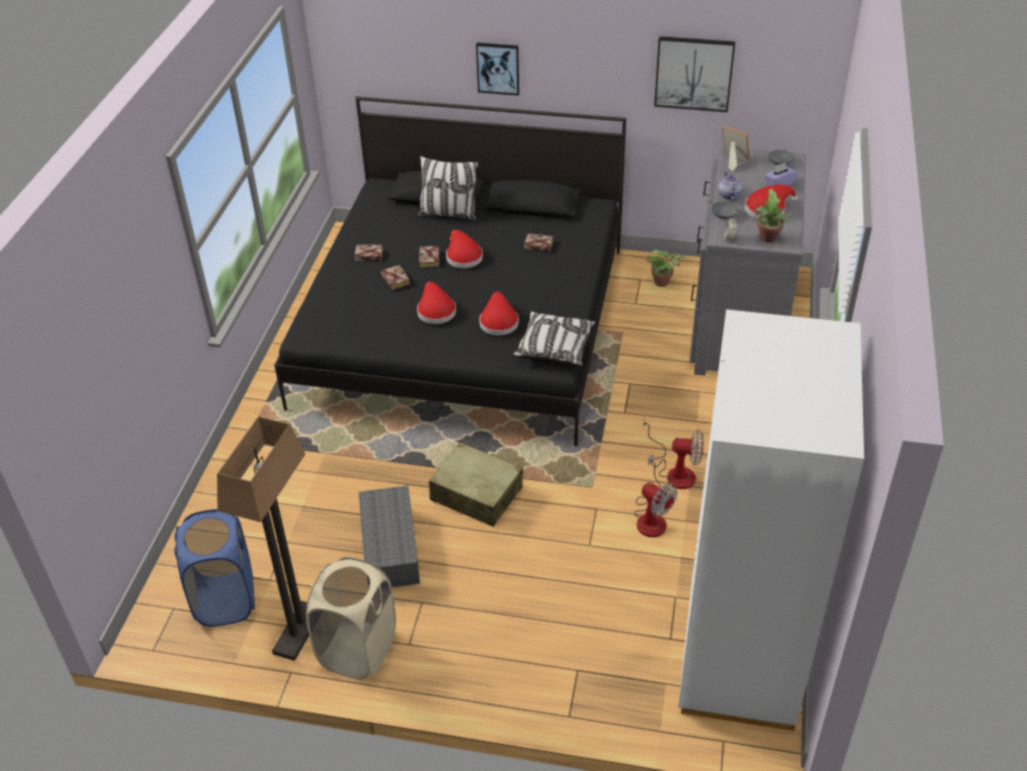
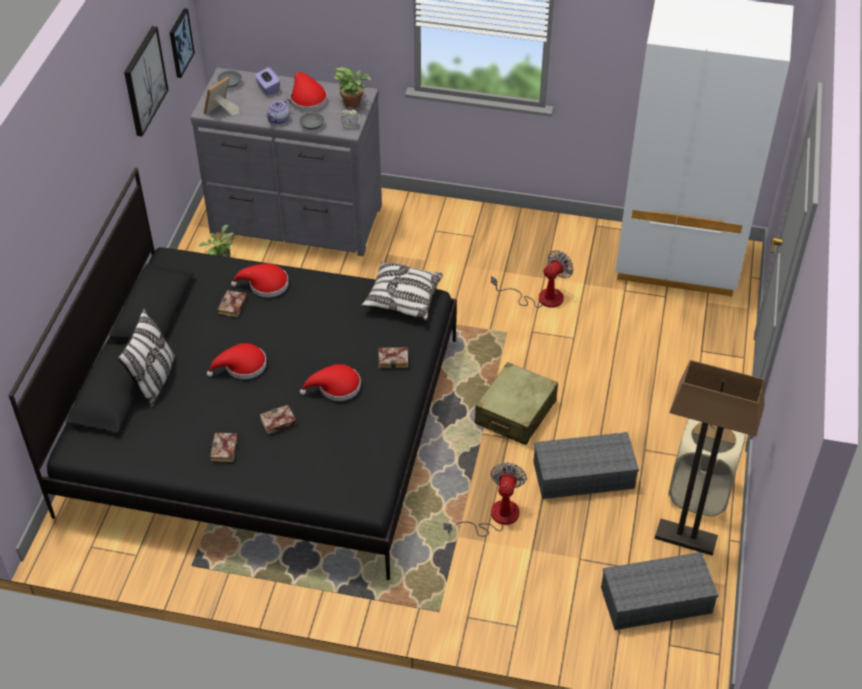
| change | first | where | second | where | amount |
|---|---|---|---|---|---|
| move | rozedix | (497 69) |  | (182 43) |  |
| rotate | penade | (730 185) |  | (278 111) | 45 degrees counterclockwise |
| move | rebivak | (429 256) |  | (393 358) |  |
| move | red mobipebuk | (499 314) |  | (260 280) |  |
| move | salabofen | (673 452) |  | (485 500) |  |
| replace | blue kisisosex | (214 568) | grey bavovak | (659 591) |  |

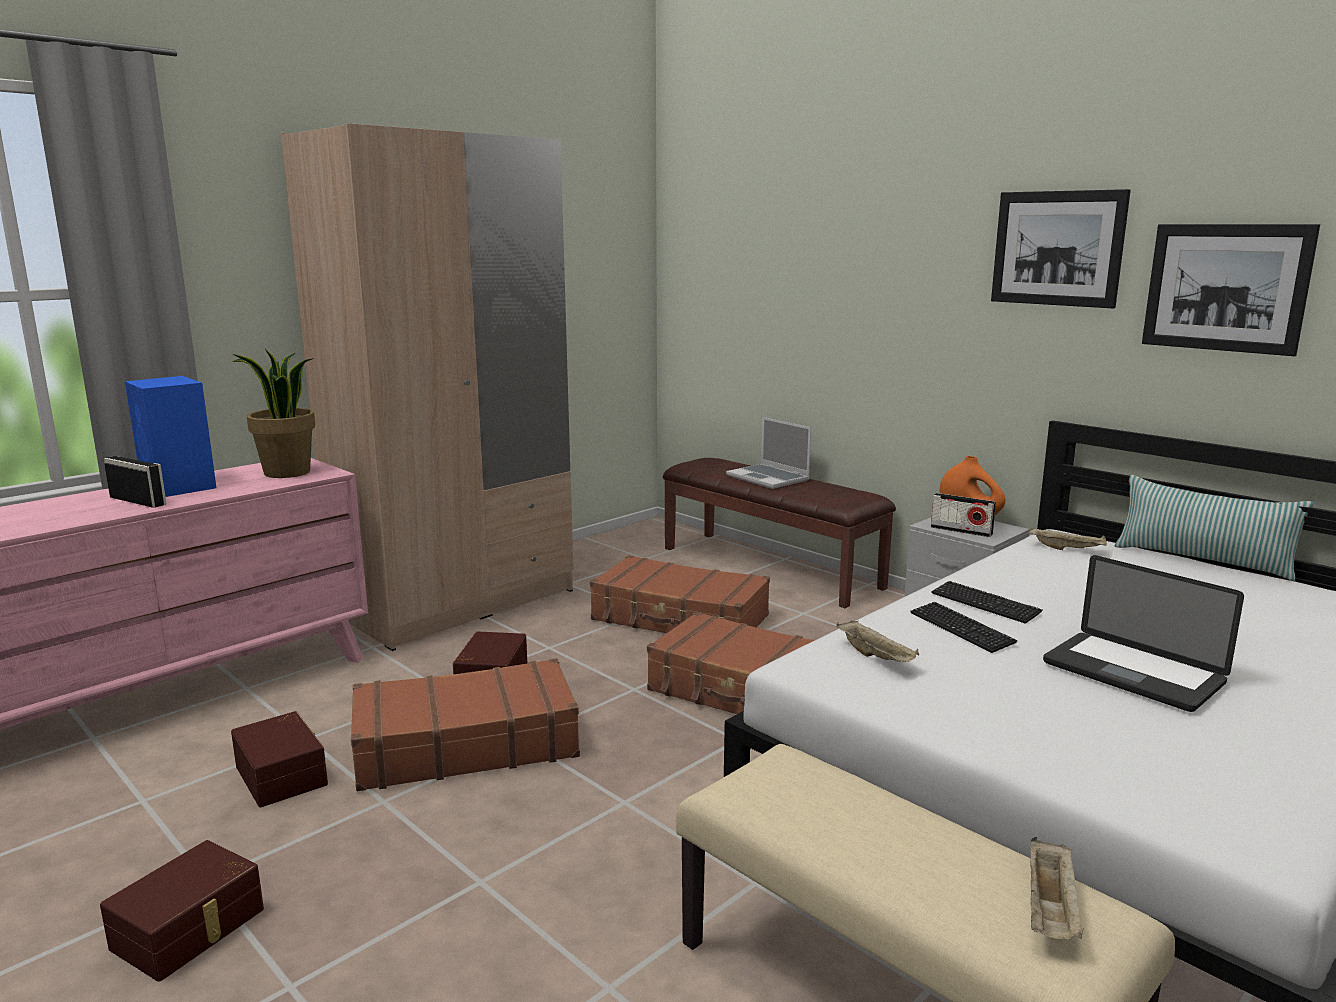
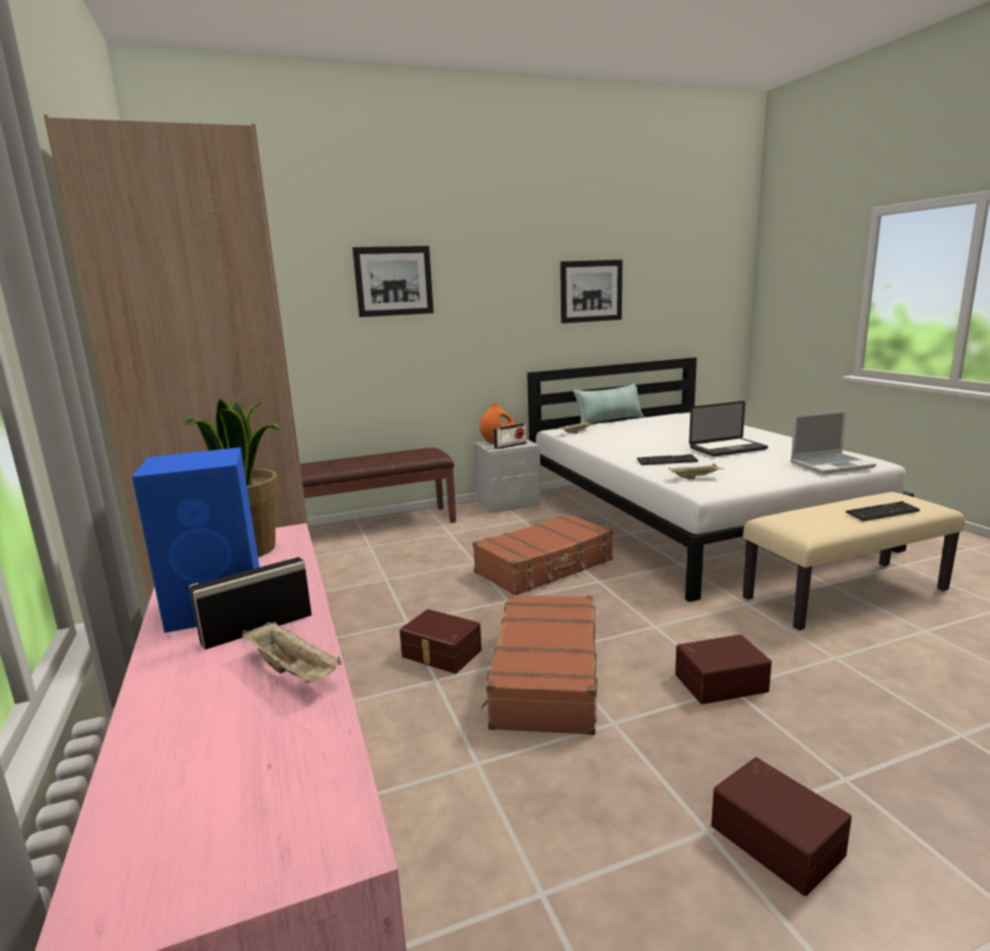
| change | first | where | second | where | amount |
|---|---|---|---|---|---|
| move | rozedix | (1061 248) |  | (393 281) |  |
| move | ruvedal | (768 453) |  | (833 442) |  |
| delete | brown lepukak | (680 594) |  |  |  |
| move | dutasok | (987 602) |  | (882 511) |  |
| move | brown bavovak | (279 759) |  | (723 669) |  |
| move | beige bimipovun | (1056 888) |  | (292 652) |  |

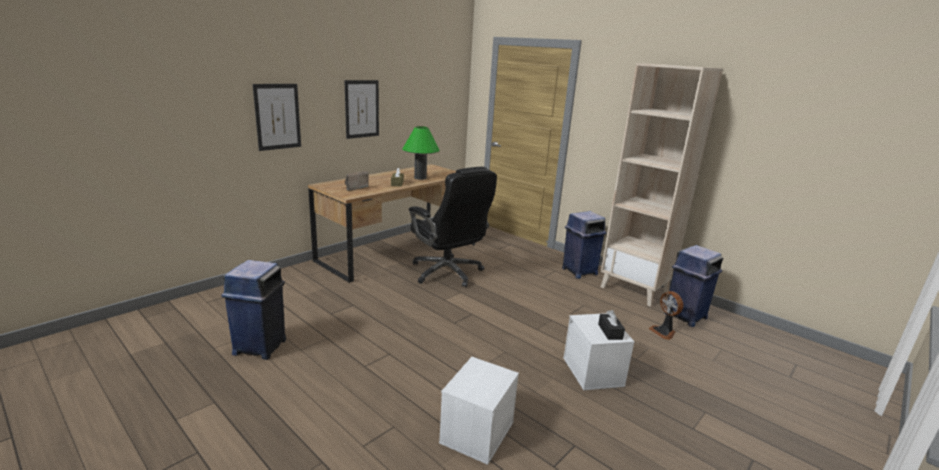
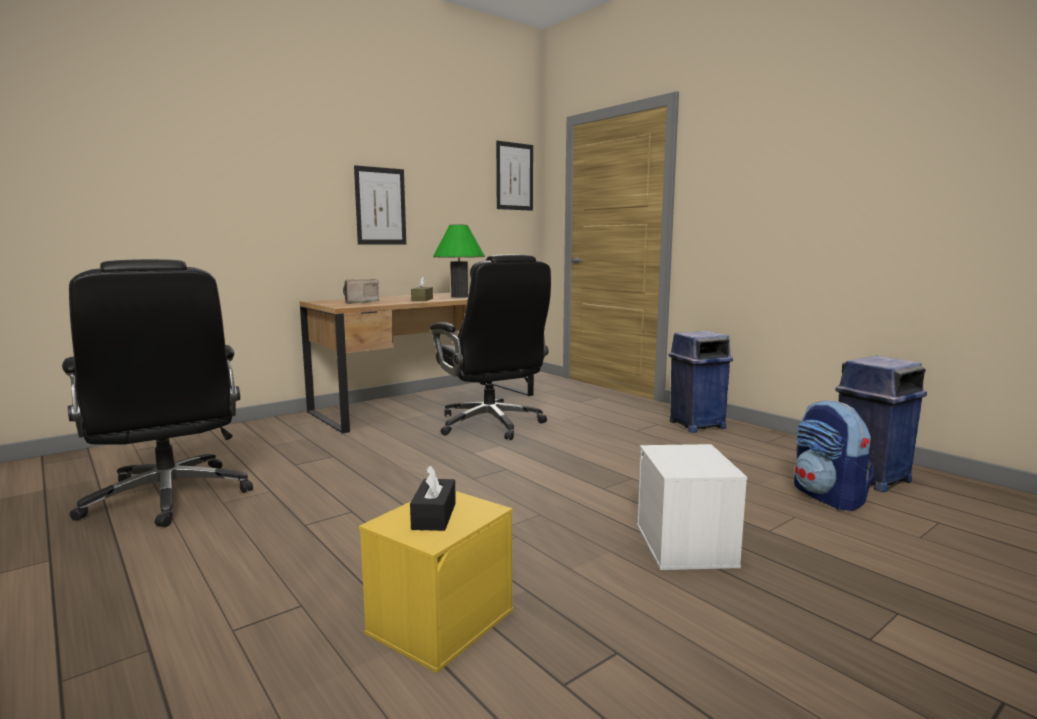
| change | first | where | second | where | amount |
|---|---|---|---|---|---|
| delete | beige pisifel | (662 185) |  |  |  |
| move | rozedix | (277 117) |  | (514 176) |  |
| replace | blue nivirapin | (253 310) | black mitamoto | (157 393) |  |
| replace | salabofen | (666 315) | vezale | (834 455) |  |
| move | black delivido | (611 325) |  | (433 498) |  |
| recolor | white bavovak | (479 411) | yellow bavovak | (436 582) |  |

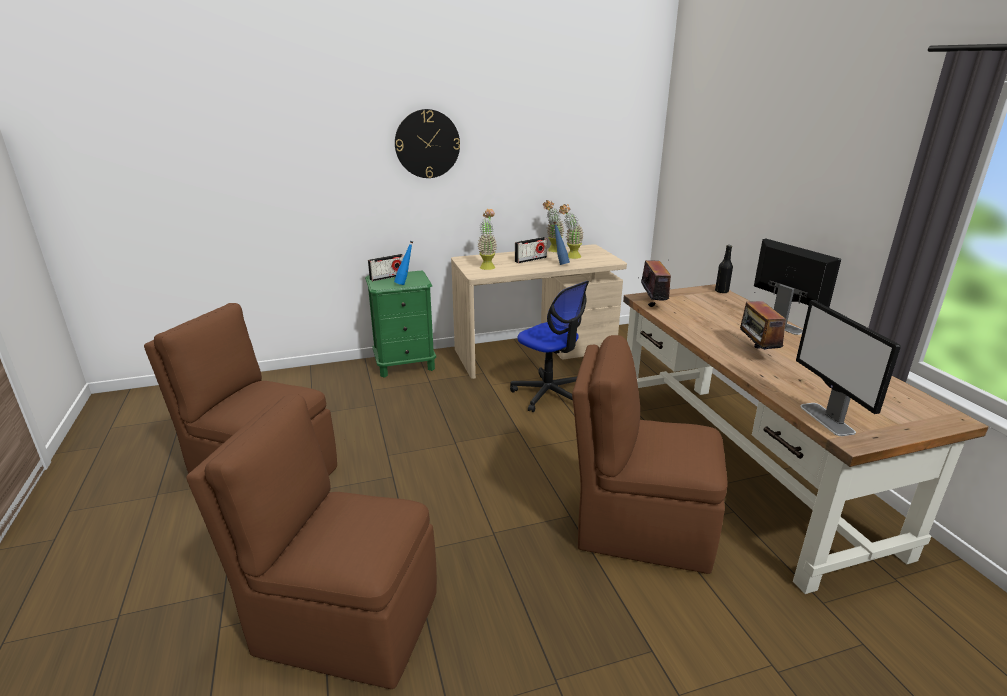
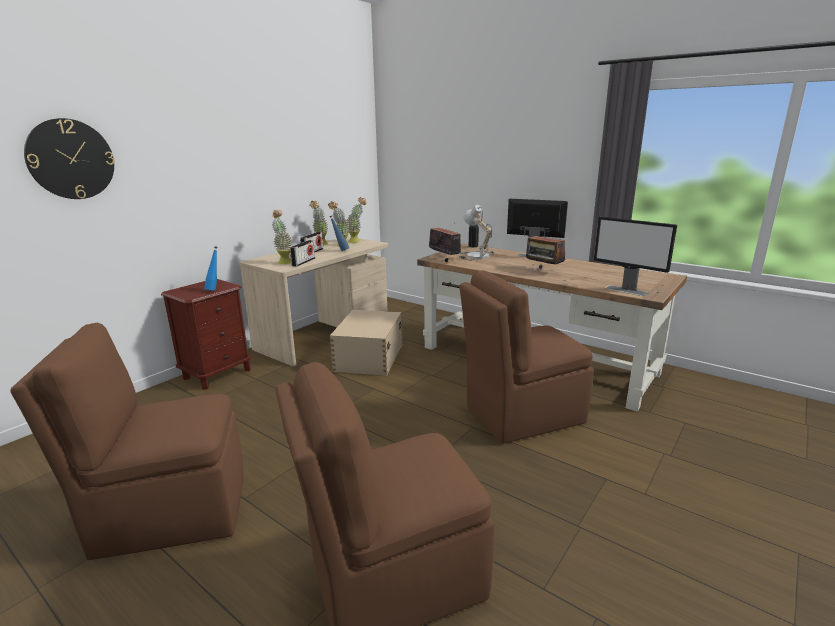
| change | first | where | second | where | amount |
|---|---|---|---|---|---|
| move | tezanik | (427 143) |  | (69 158) |  |
| move | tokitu | (386 267) |  | (302 253) |  |
| recolor | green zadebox | (400 324) | brown zadebox | (206 334) |  |
| replace | mitamoto | (549 346) | beige bavovak | (366 343) |  |
| insert |  |  | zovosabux | (357 220) |  |
| insert |  |  | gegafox | (475 233) |  |

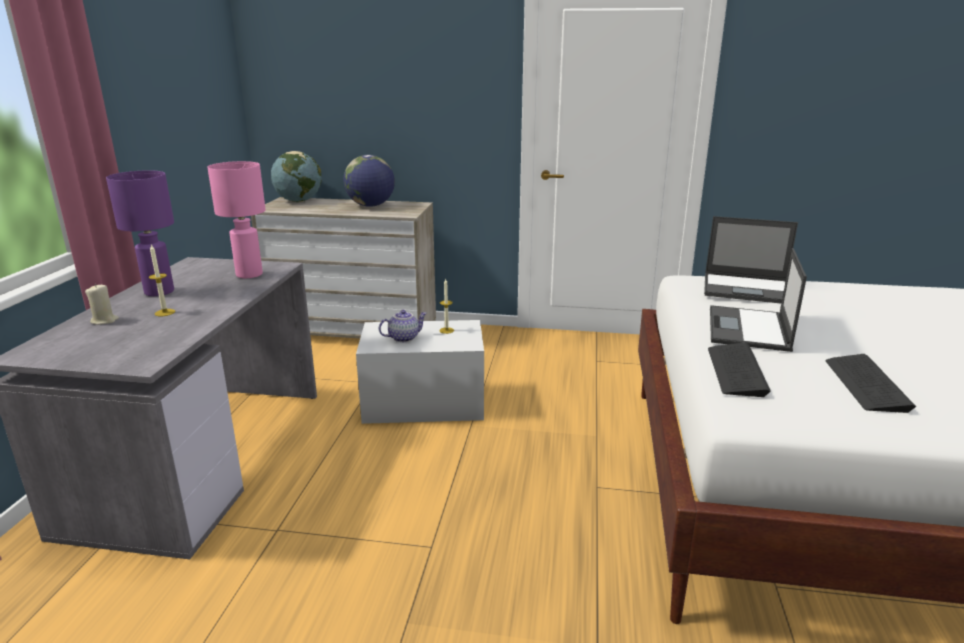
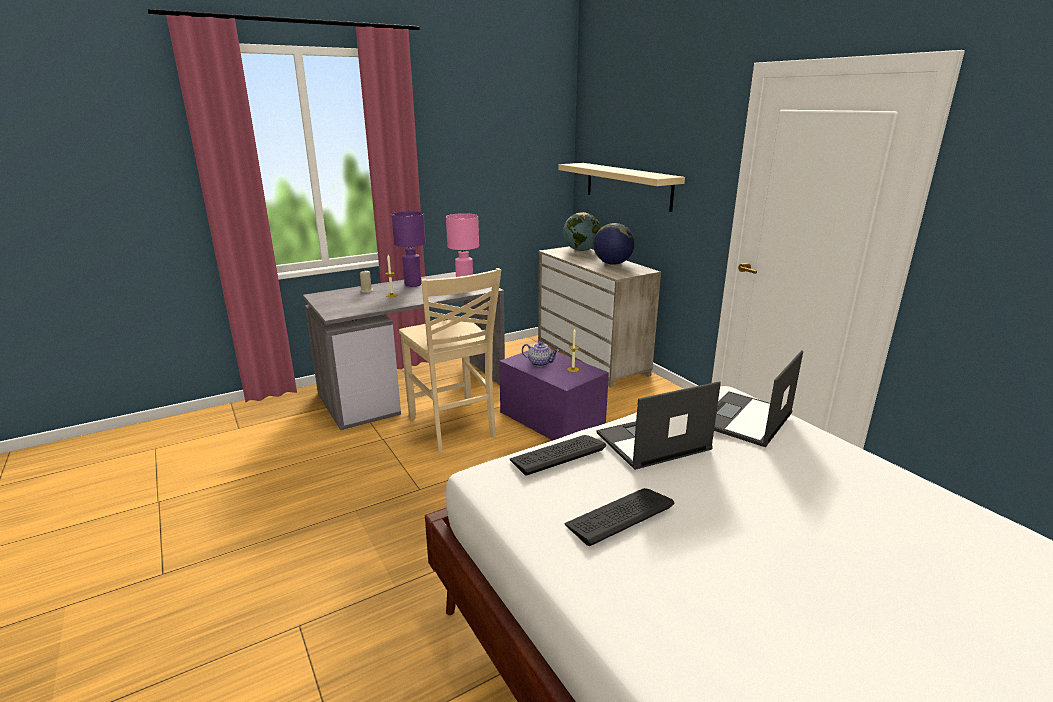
| change | first | where | second | where | amount |
|---|---|---|---|---|---|
| rotate | ruvedal | (751 260) |  | (758 398) | 60 degrees clockwise |
| recolor | white bavovak | (420 372) | purple bavovak | (554 395) |  |
| insert |  |  | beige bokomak | (622 187) |  |
| insert |  |  | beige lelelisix | (450 360) |  |

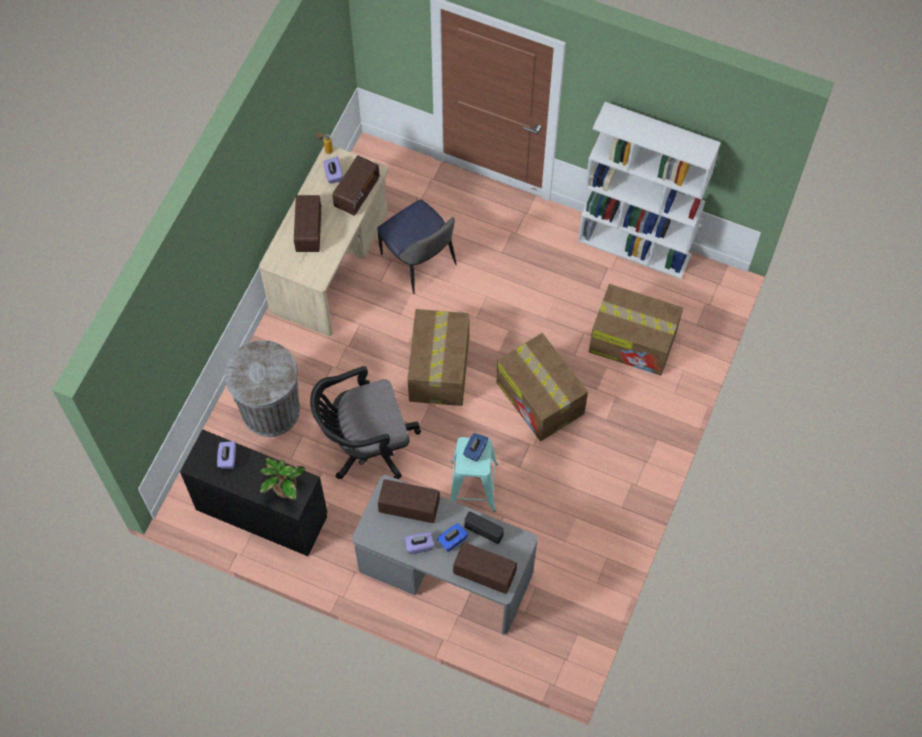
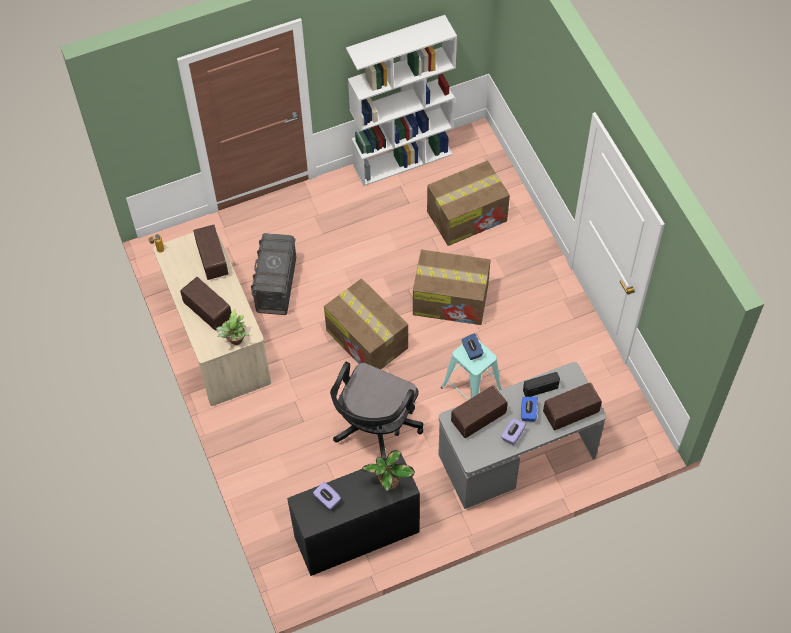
| change | first | where | second | where | amount |
|---|---|---|---|---|---|
| delete | purple delivido | (333 170) |  |  |  |
| replace | lelelisix | (417 247) | grey bavovak | (273 274) |  |
| delete | grey nivirapin | (262 388) |  |  |  |
| insert |  |  | zovosabux | (233 327) |  |

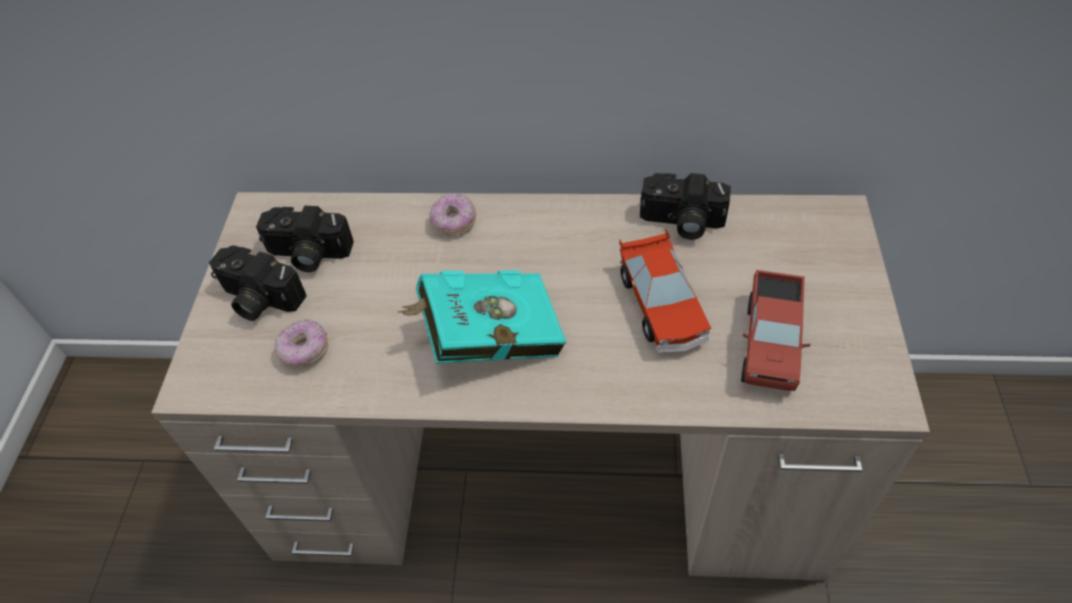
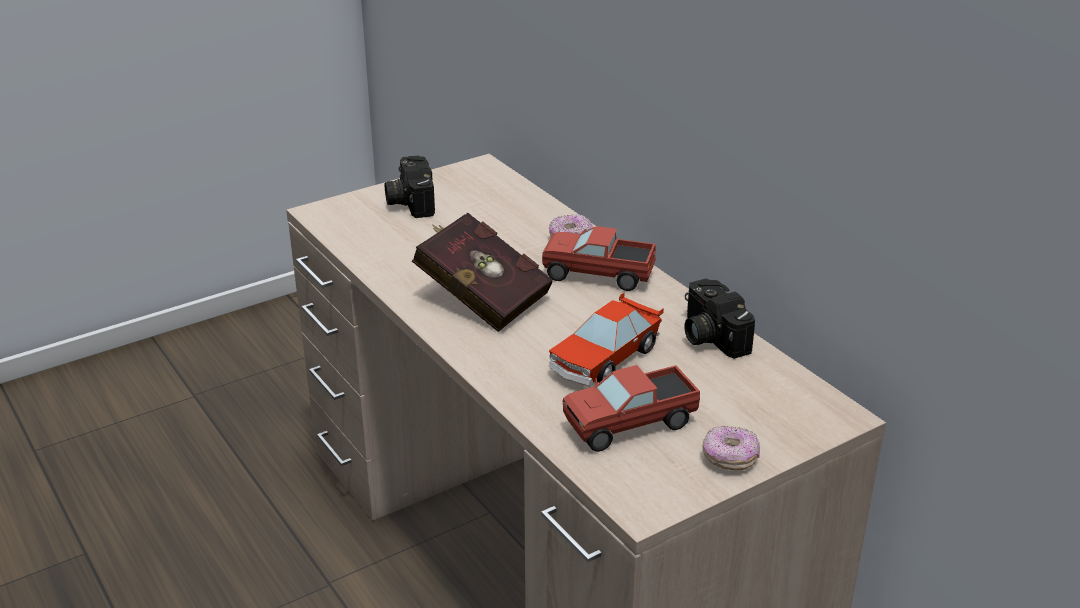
| change | first | where | second | where | amount |
|---|---|---|---|---|---|
| delete | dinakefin | (305 239) |  |  |  |
| recolor | turquoise rebivak | (482 317) | red rebivak | (482 272) |  |
| move | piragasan | (301 343) |  | (731 448) |  |
| insert |  |  | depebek | (599 258) |  |

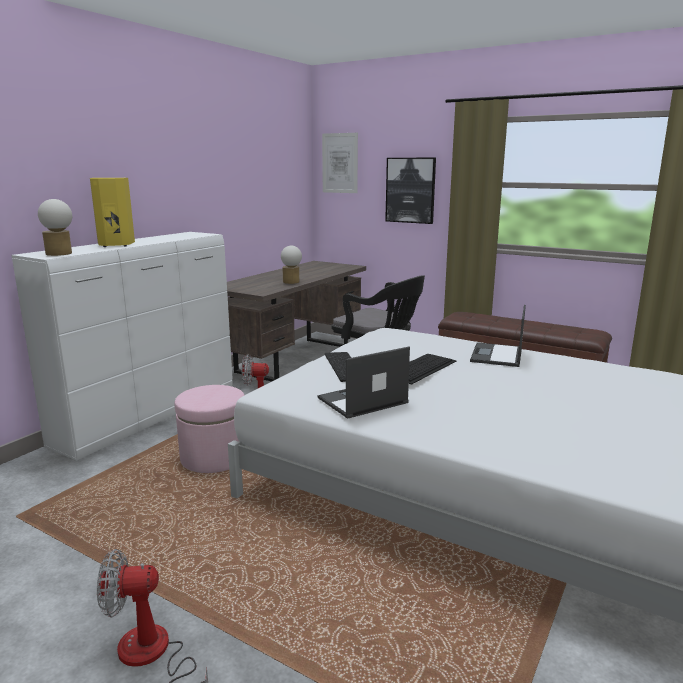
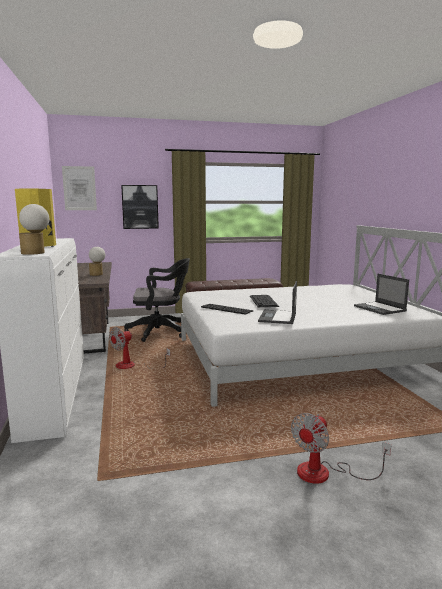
| change | first | where | second | where | amount |
|---|---|---|---|---|---|
| move | ruvedal | (498 336) |  | (381 294) |  |
| delete | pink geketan | (209 429) |  |  |  |

